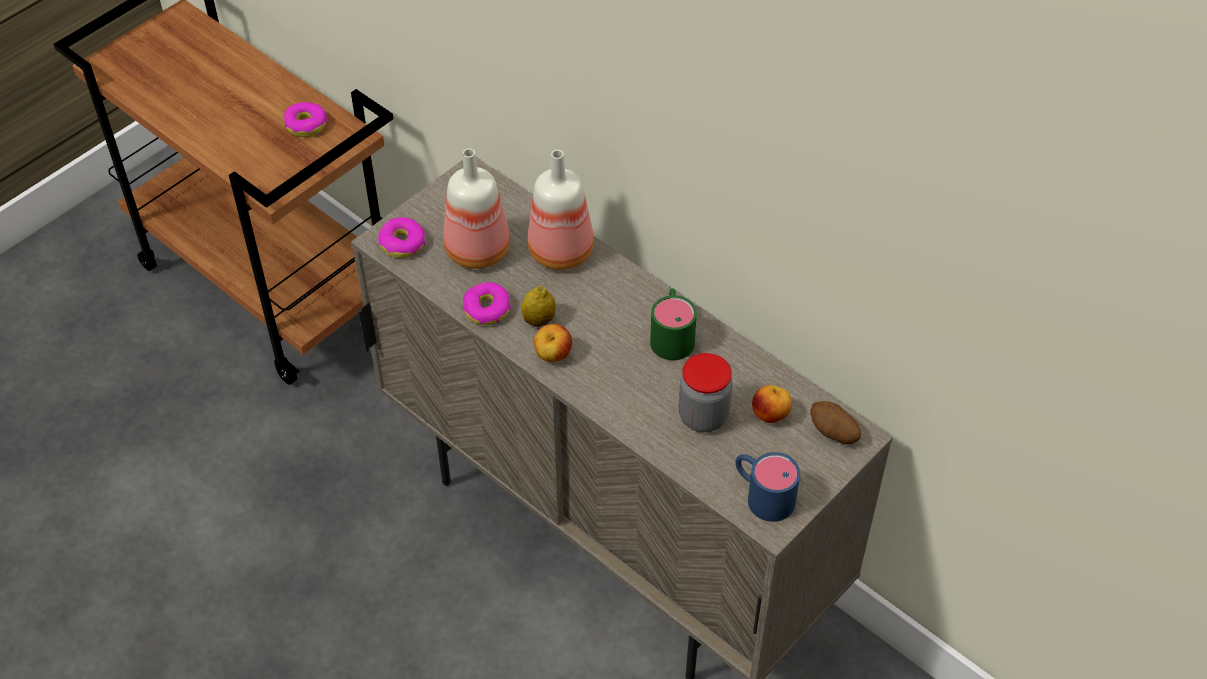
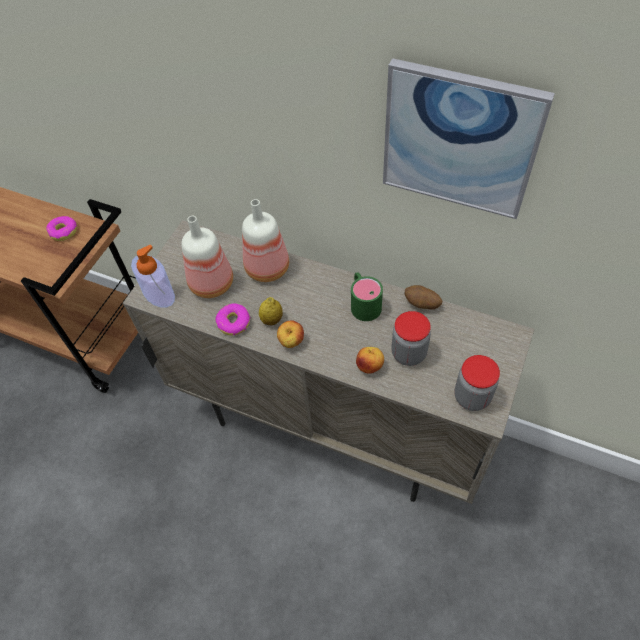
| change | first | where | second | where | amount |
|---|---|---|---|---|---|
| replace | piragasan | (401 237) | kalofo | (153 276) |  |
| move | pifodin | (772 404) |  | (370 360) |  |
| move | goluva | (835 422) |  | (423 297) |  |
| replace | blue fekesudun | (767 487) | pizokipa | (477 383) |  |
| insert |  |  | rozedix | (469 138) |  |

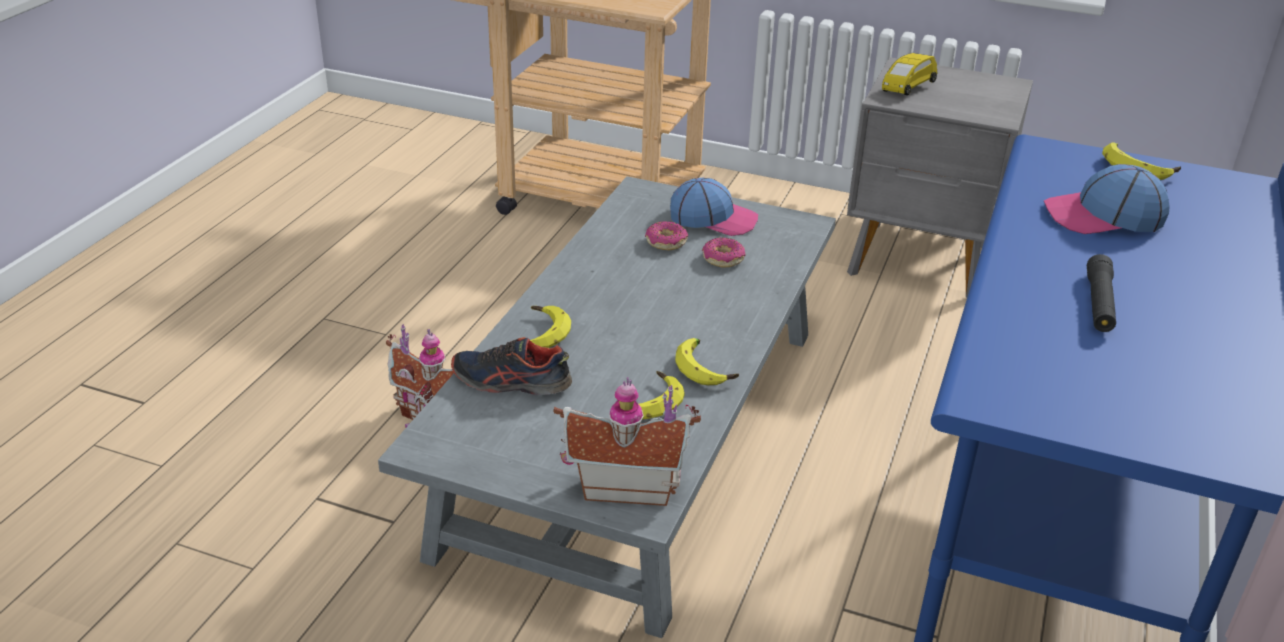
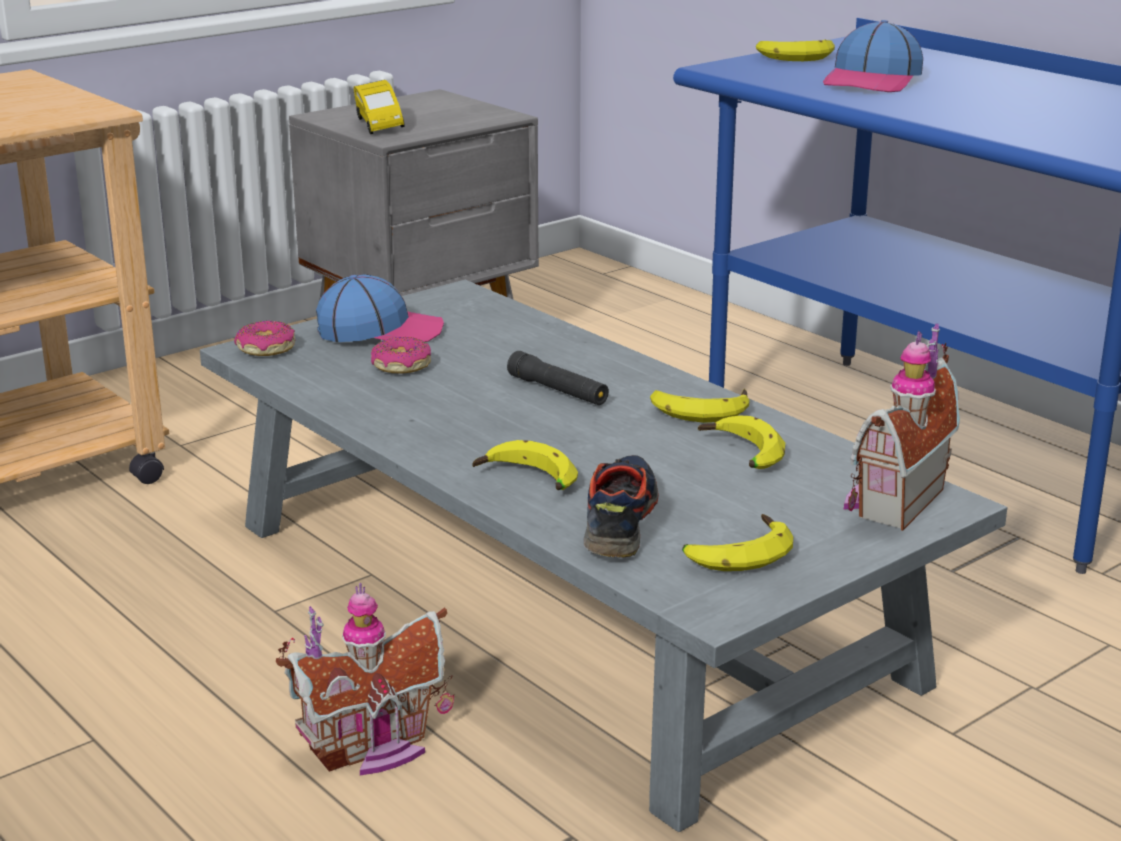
| change | first | where | second | where | amount |
|---|---|---|---|---|---|
| rotate | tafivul | (714 207) |  | (380 308) | 45 degrees clockwise |
| move | piragasan | (723 252) |  | (264 338) |  |
| move | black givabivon | (1101 293) |  | (558 378) |  |
| rotate | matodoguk | (511 366) |  | (621 506) | 150 degrees clockwise |
| insert |  |  | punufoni | (737 542) |  |

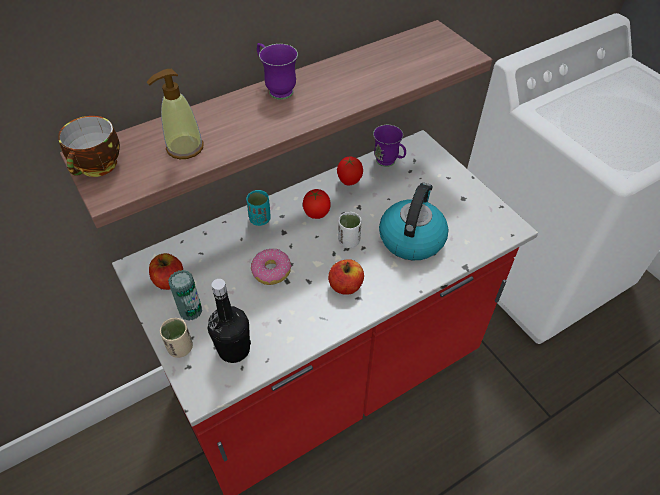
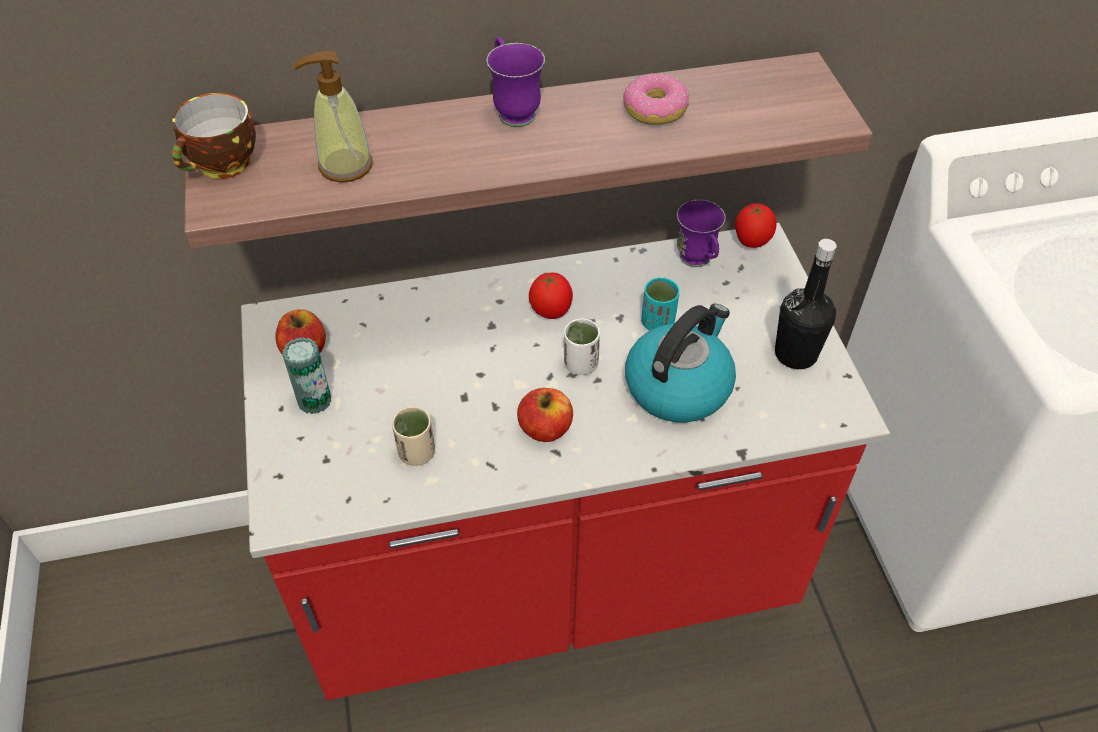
| change | first | where | second | where | amount |
|---|---|---|---|---|---|
| move | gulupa | (350 171) |  | (755 225) |  |
| move | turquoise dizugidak | (258 208) |  | (660 304) |  |
| move | piragasan | (271 267) |  | (656 99) |  |
| move | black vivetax | (229 321) |  | (806 304) |  |
| move | beige dizugidak | (176 338) |  | (413 436) |  |

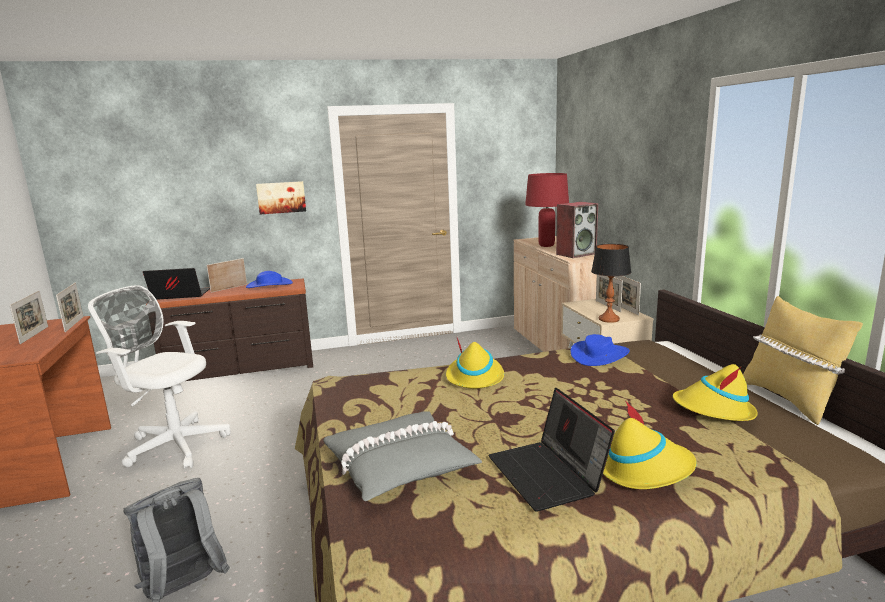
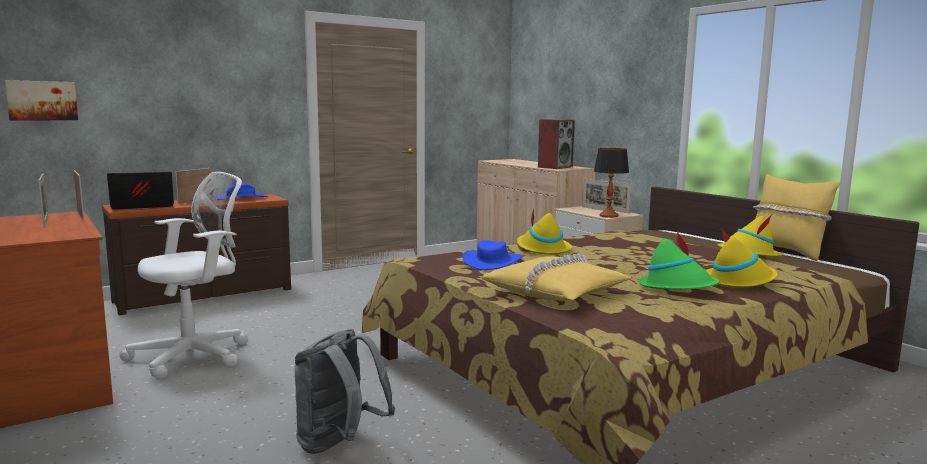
| change | first | where | second | where | amount |
|---|---|---|---|---|---|
| delete | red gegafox | (547 210) |  |  |  |
| move | rozedix | (281 197) |  | (41 100) |  |
| rotate | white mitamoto | (159 377) |  | (183 275) | 135 degrees clockwise |
| move | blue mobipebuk | (600 350) |  | (492 255) |  |
| replace | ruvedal | (551 449) | green mobipebuk | (679 260) |  |
| recolor | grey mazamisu | (402 456) | yellow mazamisu | (556 277) |  |

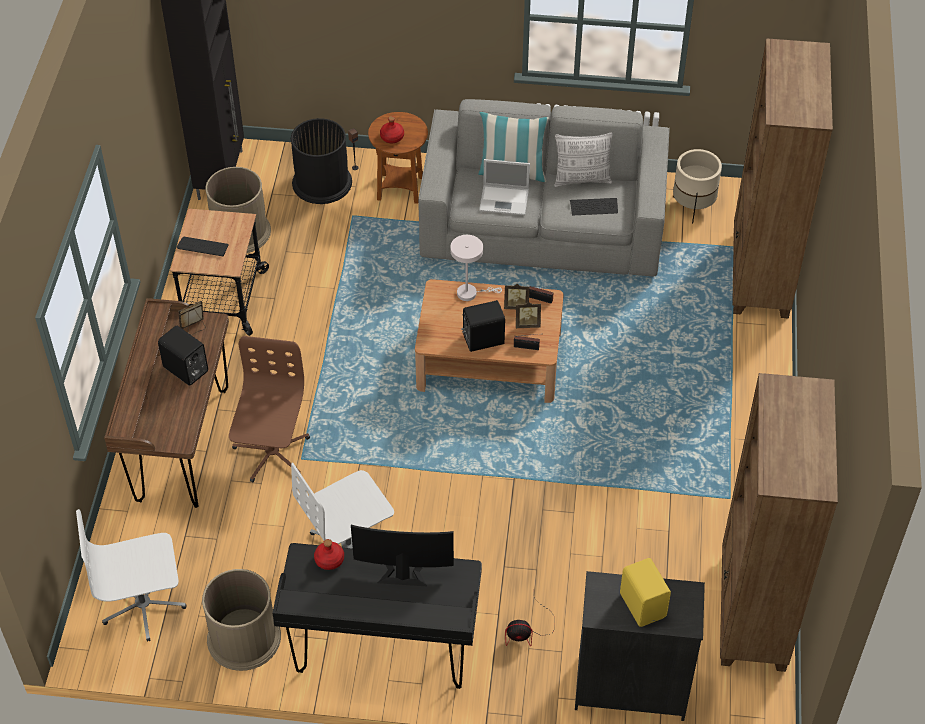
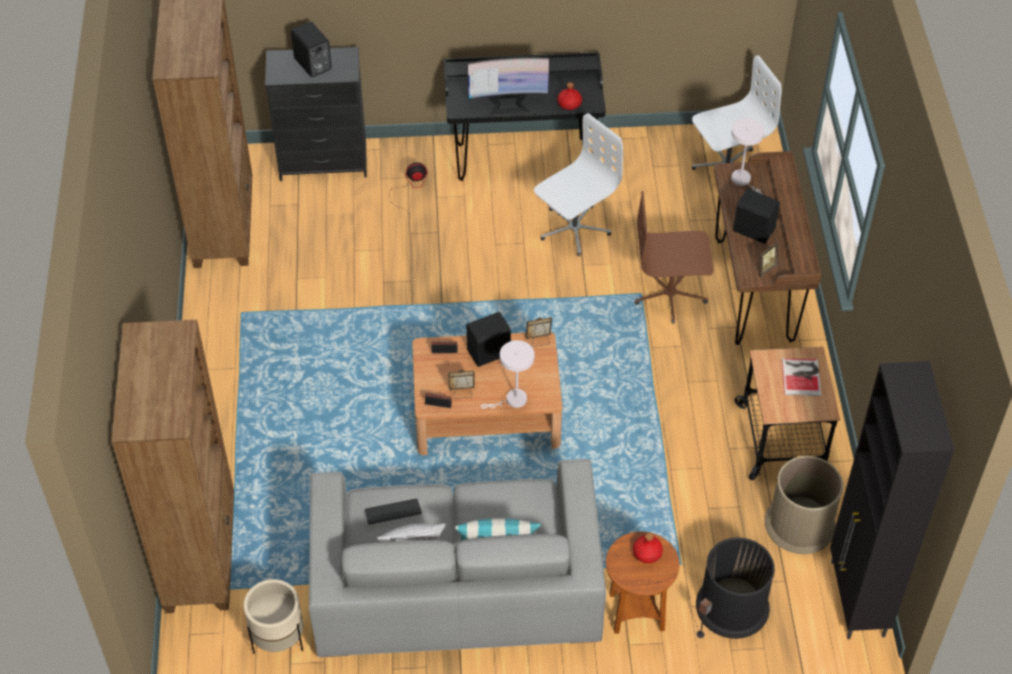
| change | first | where | second | where | amount |
|---|---|---|---|---|---|
| delete | ruvedal | (504 187) |  |  |  |
| replace | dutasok | (203 246) | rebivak | (801 377) |  |
| move | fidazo | (528 315) |  | (539 332) |  |
| rotate | brown mitamoto | (269 409) |  | (673 257) | 90 degrees clockwise |
| recolor | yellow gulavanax | (645 592) | black gulavanax | (311 49) |  |
| delete | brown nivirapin | (241 620) |  |  |  |
| insert |  |  | white gegafox | (748 156) |  |

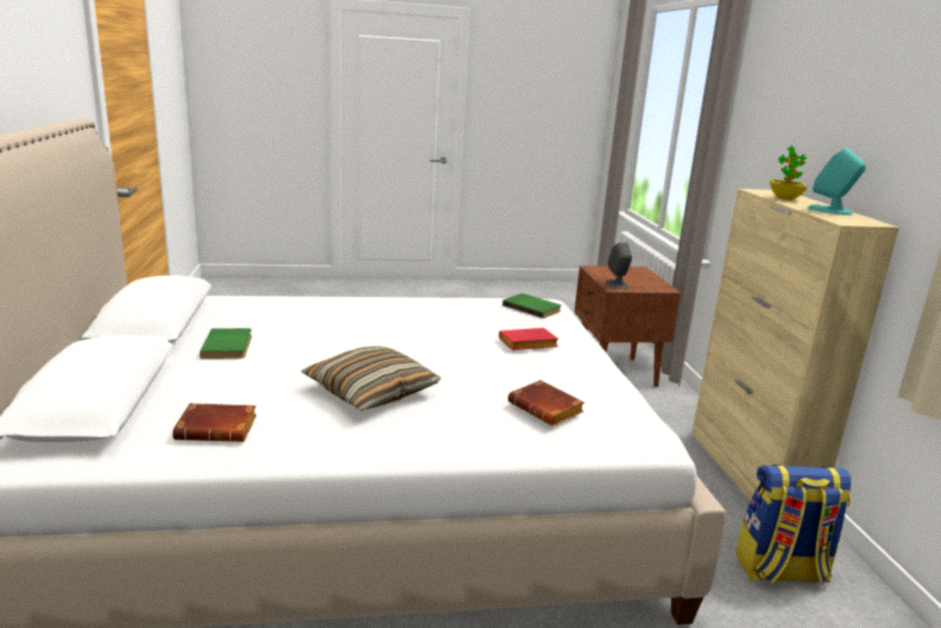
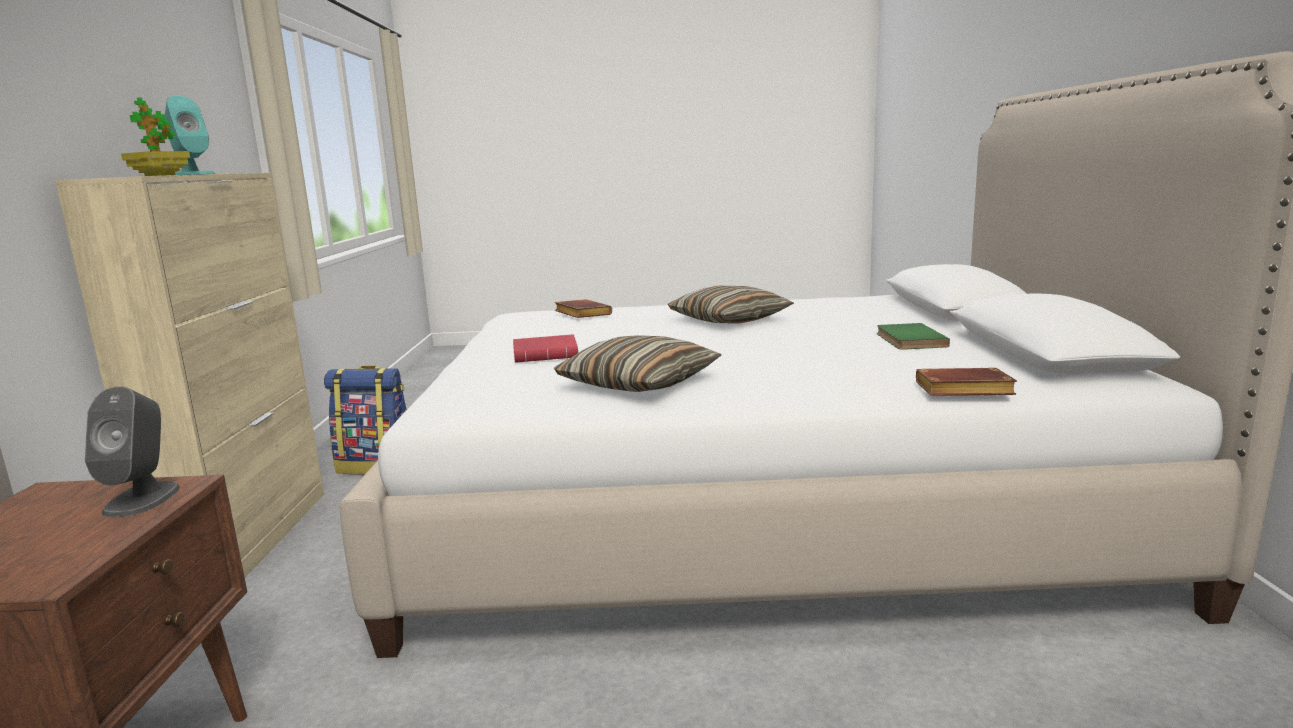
| change | first | where | second | where | amount |
|---|---|---|---|---|---|
| delete | green rebivak | (532 306) |  |  |  |
| move | brown rebivak | (214 422) |  | (966 381) |  |
| insert |  |  | mazamisu | (638 363) |  |

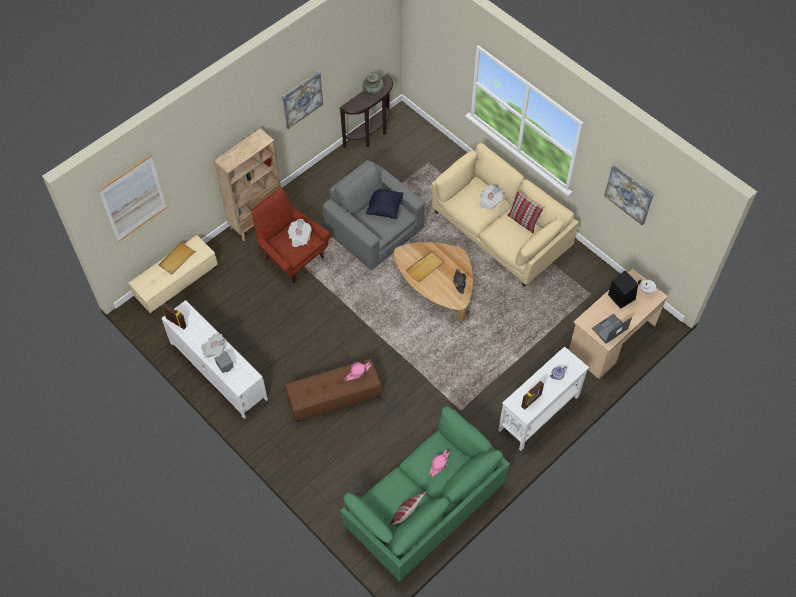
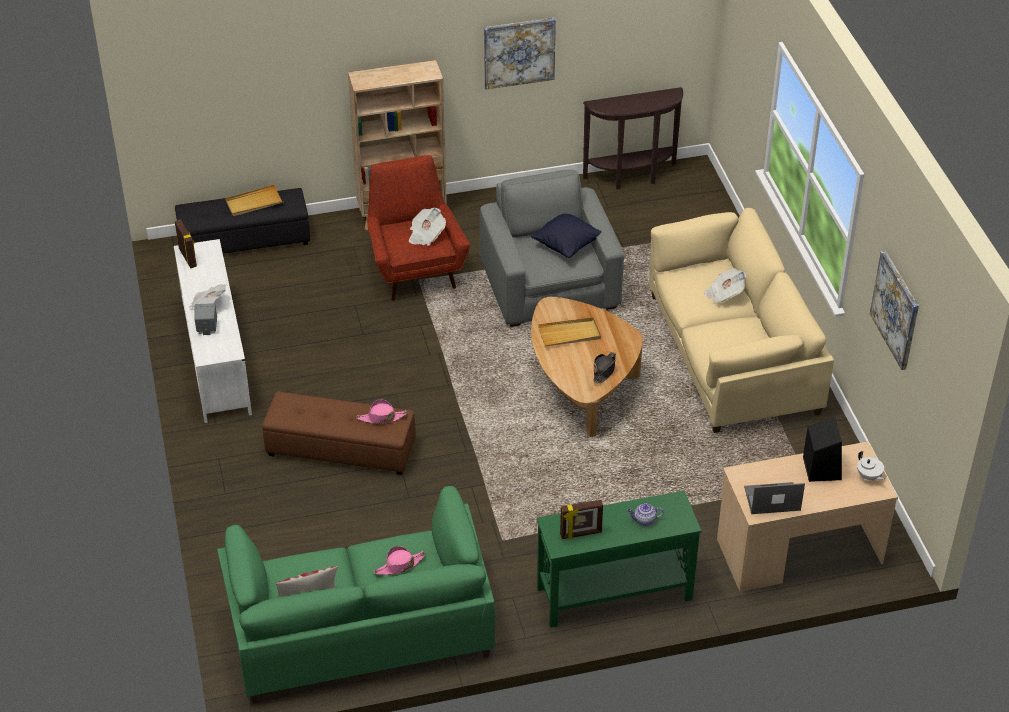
| change | first | where | second | where | amount |
|---|---|---|---|---|---|
| delete | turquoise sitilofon | (373 85) |  |  |  |
| delete | rozedix | (132 198) |  |  |  |
| delete | mazamisu | (525 212) |  |  |  |
| recolor | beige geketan | (173 274) | black geketan | (242 221) |  |
| recolor | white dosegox | (543 398) | green dosegox | (619 559) |  |

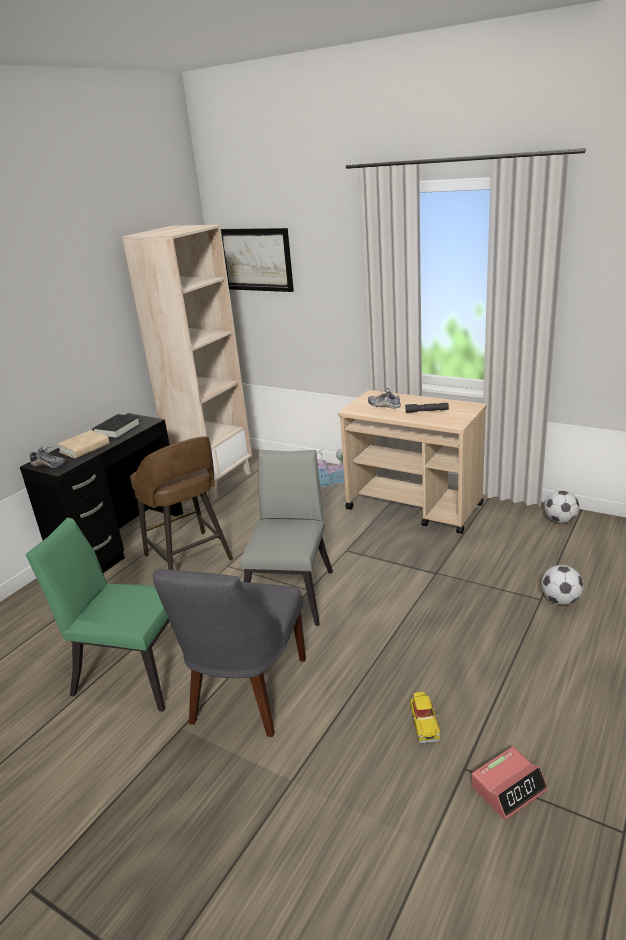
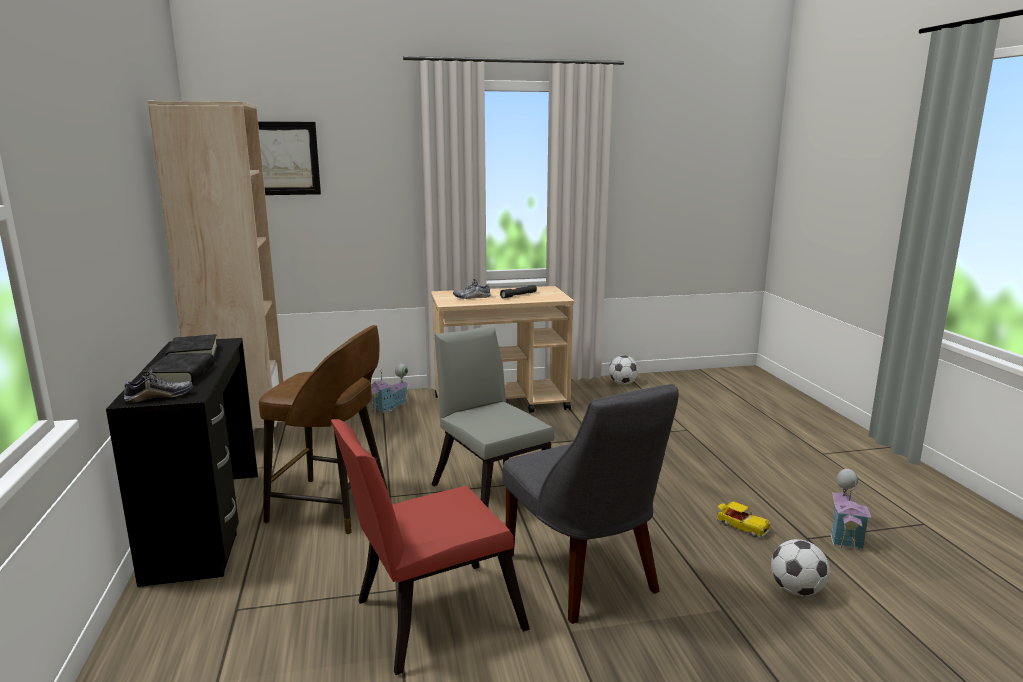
| change | first | where | second | where | amount |
|---|---|---|---|---|---|
| recolor | beige rebivak | (83 444) | black rebivak | (178 368) |  |
| recolor | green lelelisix | (97 615) | red lelelisix | (430 547) |  |
| move | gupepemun | (562 585) |  | (800 567) |  |
| replace | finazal | (509 783) | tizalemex | (850 510) |  |

